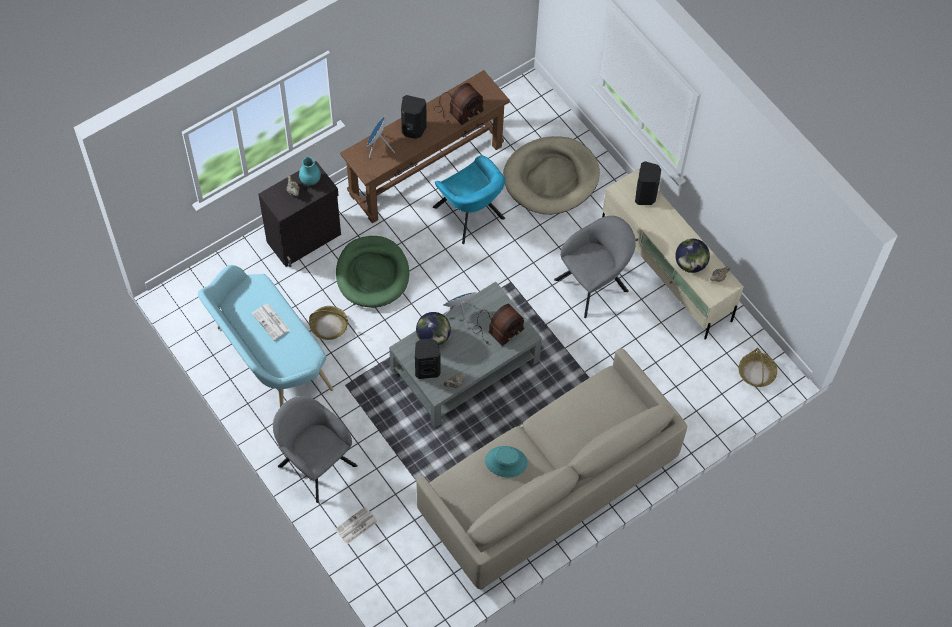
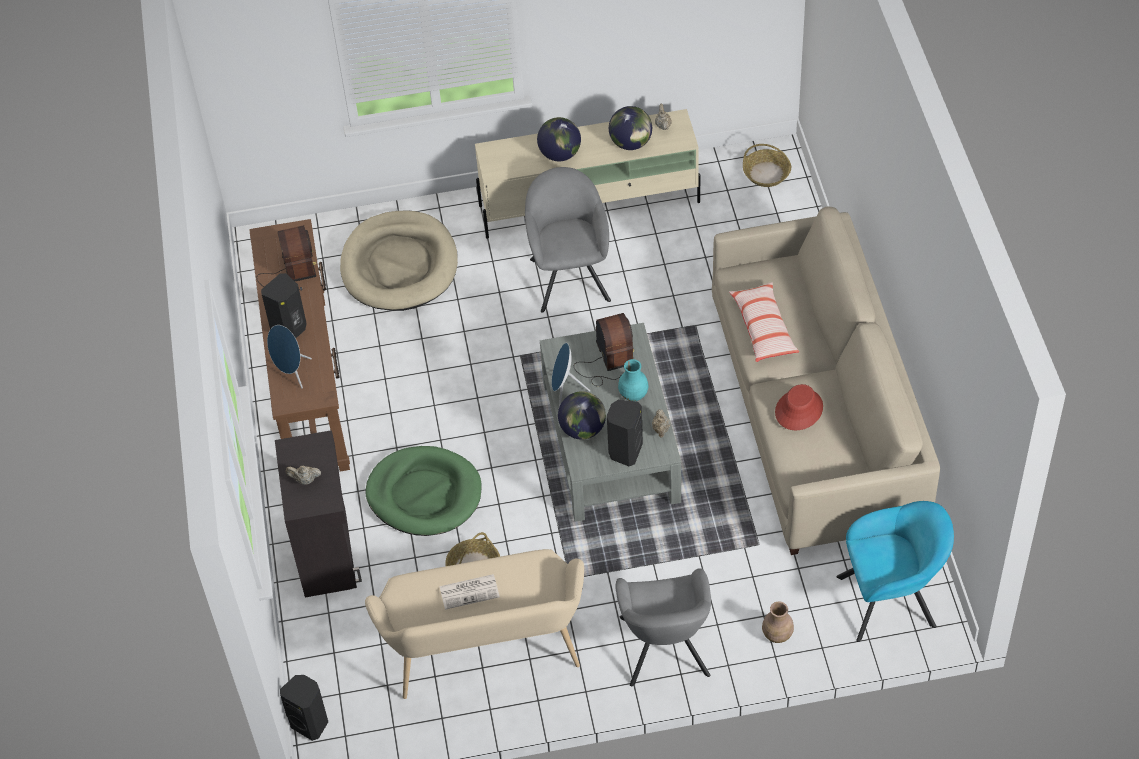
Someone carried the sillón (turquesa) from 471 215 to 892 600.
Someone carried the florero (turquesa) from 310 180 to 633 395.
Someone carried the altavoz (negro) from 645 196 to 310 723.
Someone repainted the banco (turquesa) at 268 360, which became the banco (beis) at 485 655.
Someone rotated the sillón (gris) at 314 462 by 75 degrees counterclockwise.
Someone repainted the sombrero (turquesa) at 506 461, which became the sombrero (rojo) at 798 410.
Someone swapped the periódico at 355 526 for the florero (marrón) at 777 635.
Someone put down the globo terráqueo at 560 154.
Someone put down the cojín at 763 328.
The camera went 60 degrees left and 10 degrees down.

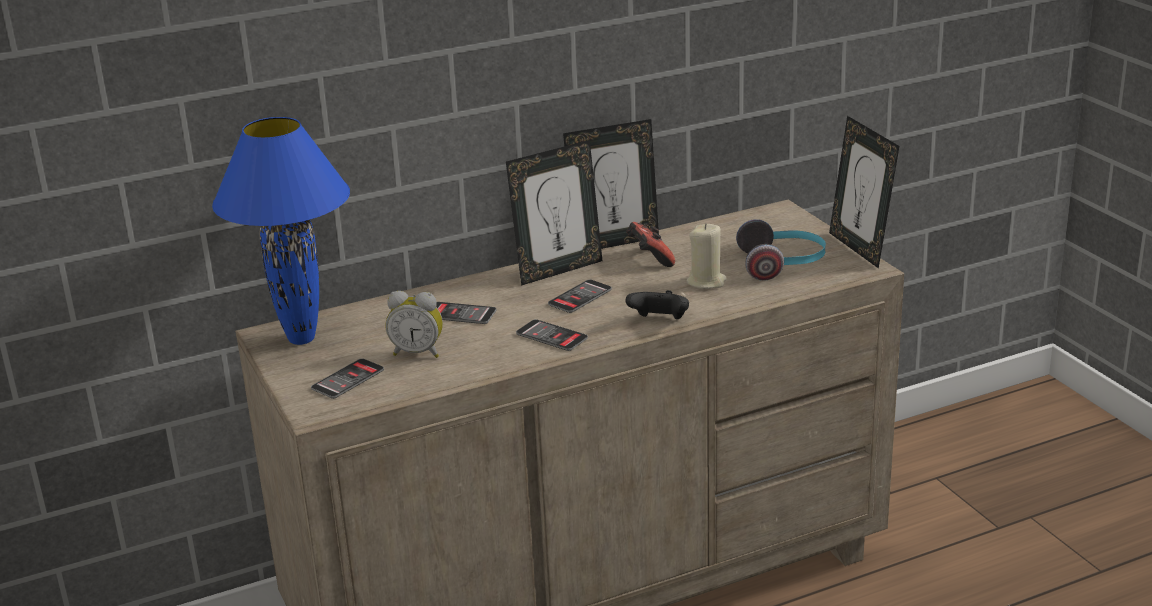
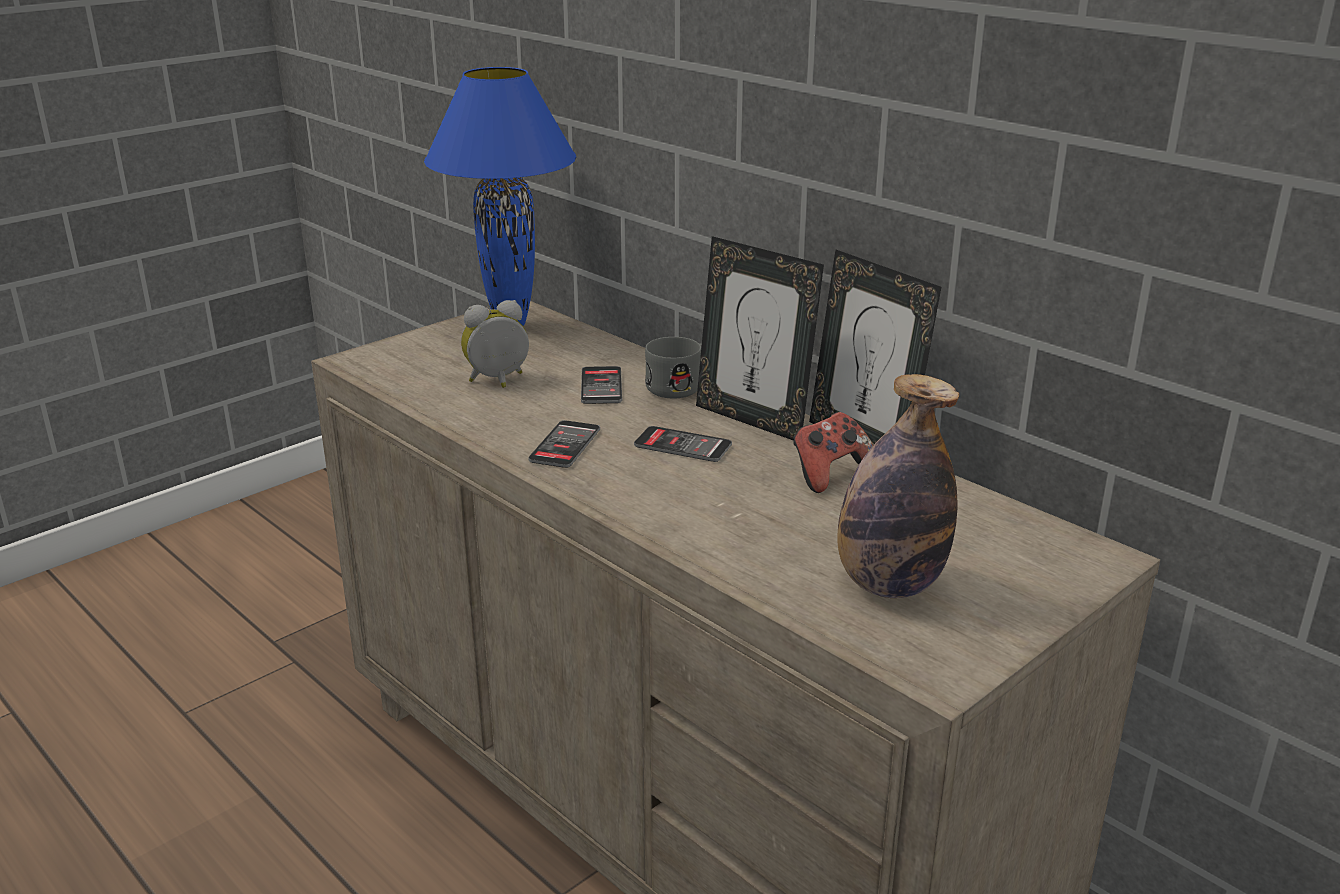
Someone took away the portarretratos at 859 248.
Someone swapped the auriculares at 782 265 for the botella at 889 584.
Someone took away the vela (beis) at 706 282.
Someone took away the mando de consola (negro) at 659 322.
Someone rotated the despertador at 418 352 by 75 degrees clockwise.
Someone took away the móvil at 348 379.
Someone put down the taza grande (gris) at 680 385.
The camera went 70 degrees right and 0 degrees up.

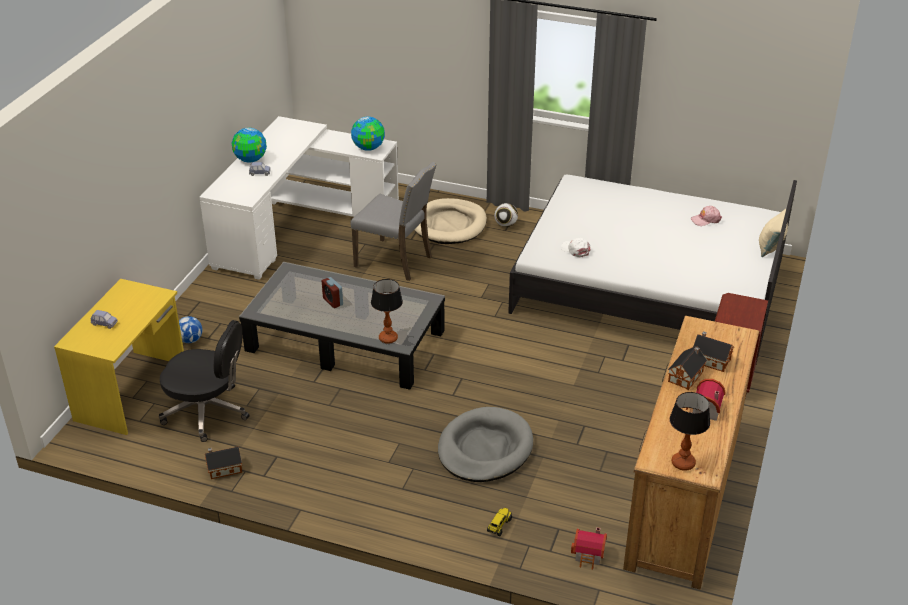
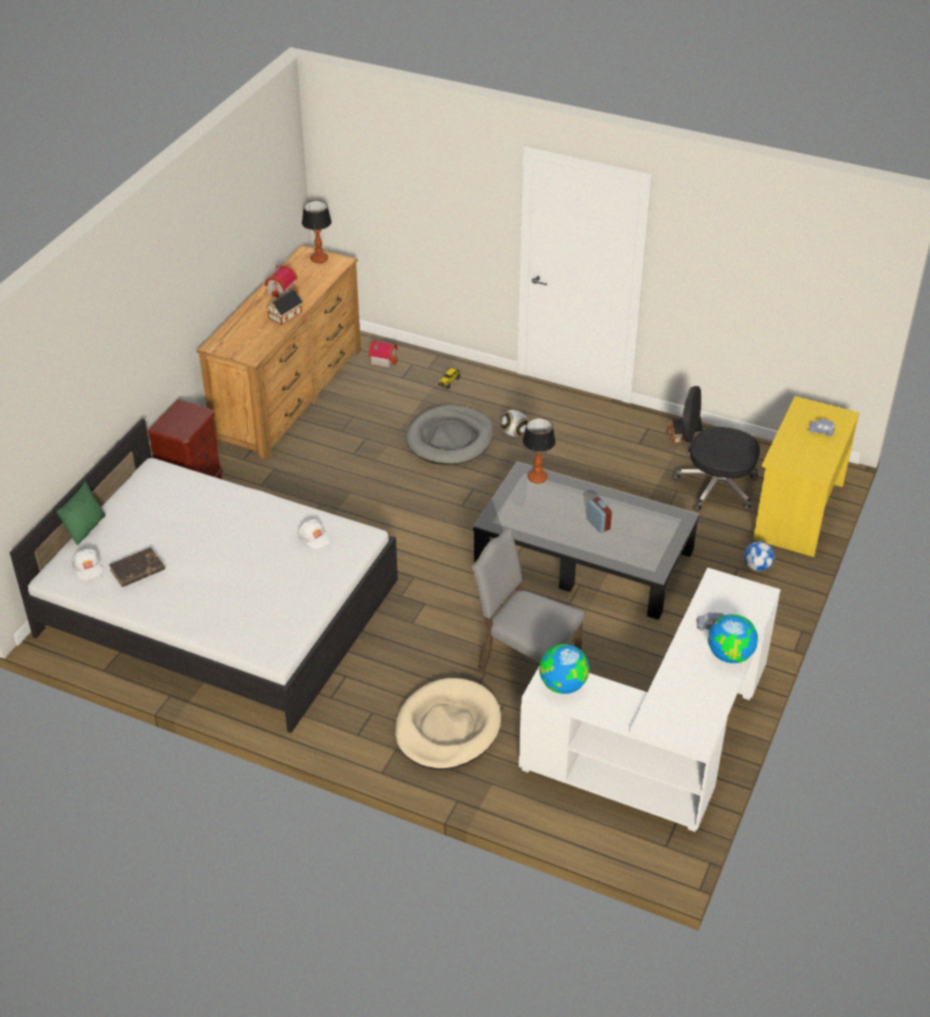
Someone carried the balón de fútbol from 505 224 to 514 433.
Someone swapped the gorra (rosa) at 706 219 for the libro (marrón) at 137 570.
Someone repainted the cojín (beis) at 770 247, which became the cojín (verde) at 85 528.
Someone took away the casita at 709 360.
Someone put down the gorra (blanco) at 88 568.
The camera went 175 degrees left and 5 degrees up.

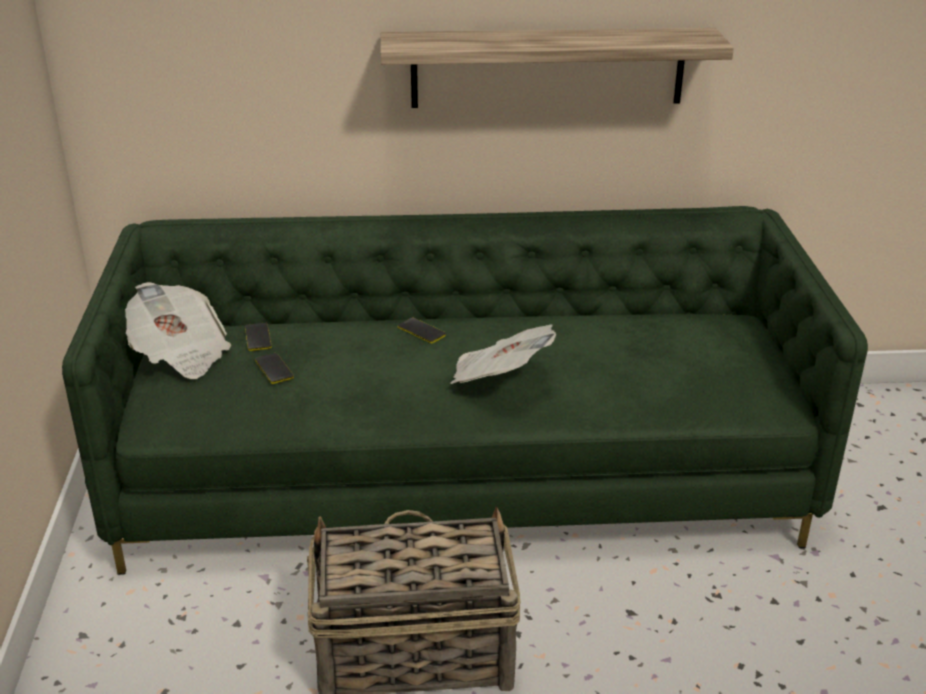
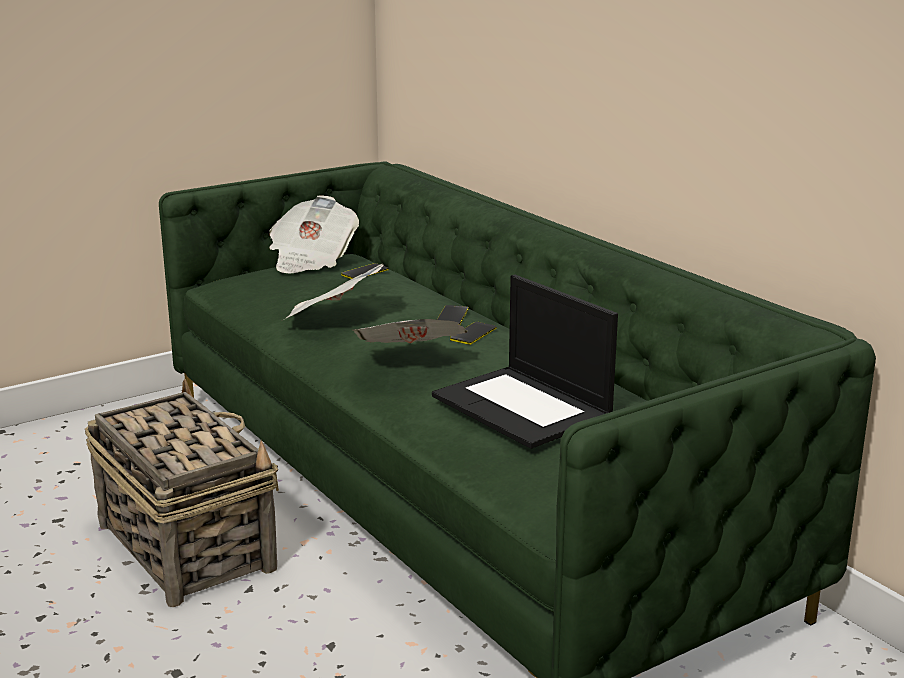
Someone took away the estante at 548 67.
Someone carried the móvil from 274 369 to 473 334.
Someone put down the periódico at 333 319.
Someone put down the portátil at 523 407.
The camera went 60 degrees right and 10 degrees down.

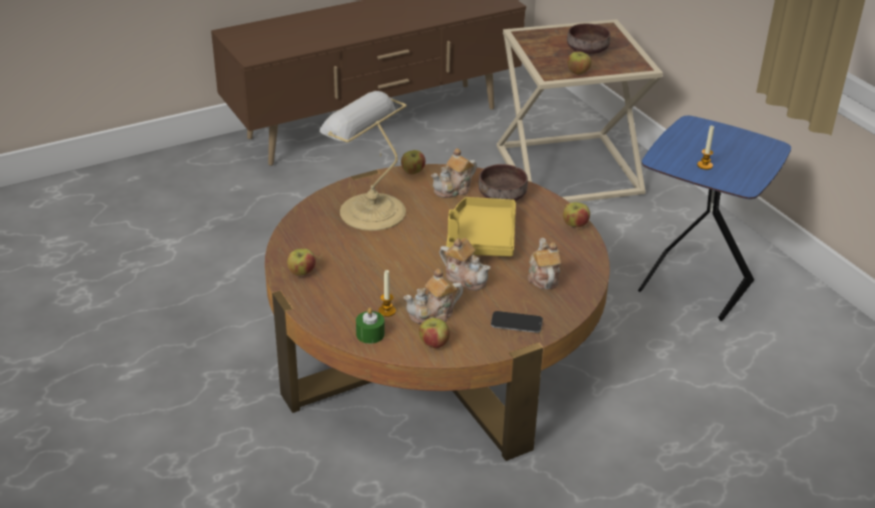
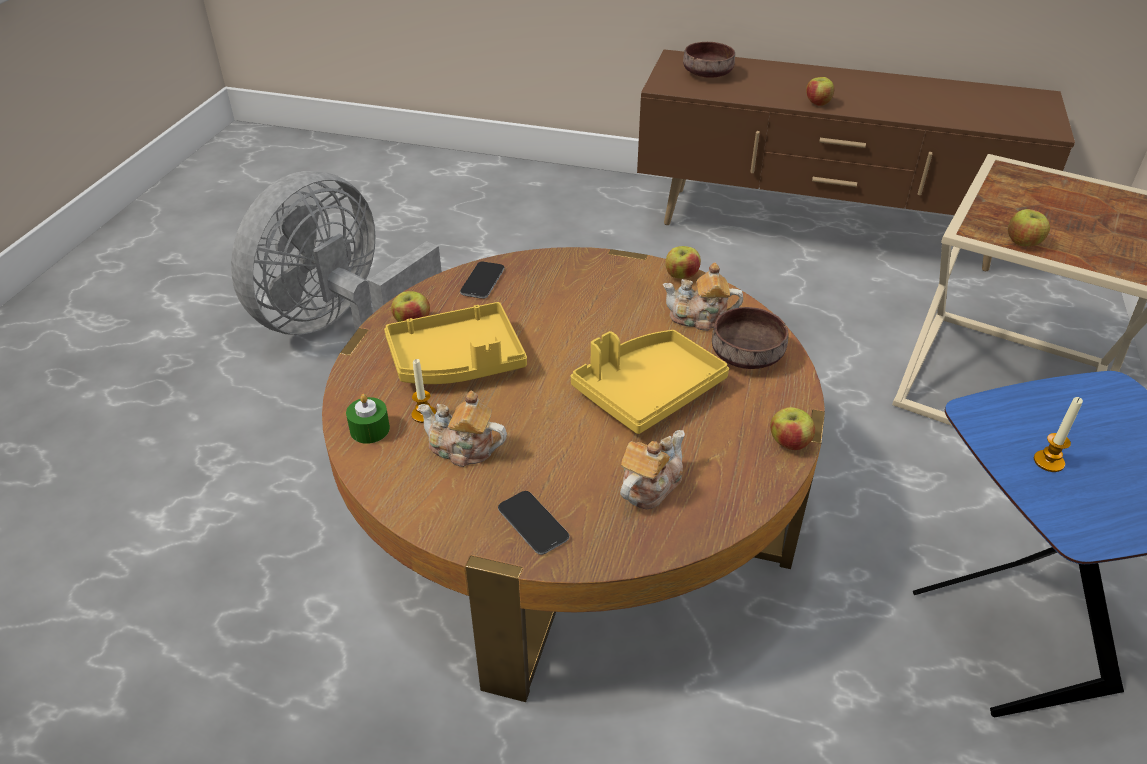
Someone carried the cuenco (marrón) from 587 49 to 708 73.
Someone took away the lámpara de mesa at 369 210.
Someone took away the tetera at 465 278.
Someone carried the manzana from 434 344 to 817 103.
Someone put down the ventilador (gris) at 341 325.
Someone put down the móvil at 482 281.
Someone put down the bandeja (amarillo) at 457 361.
The camera went 45 degrees right and 5 degrees up.

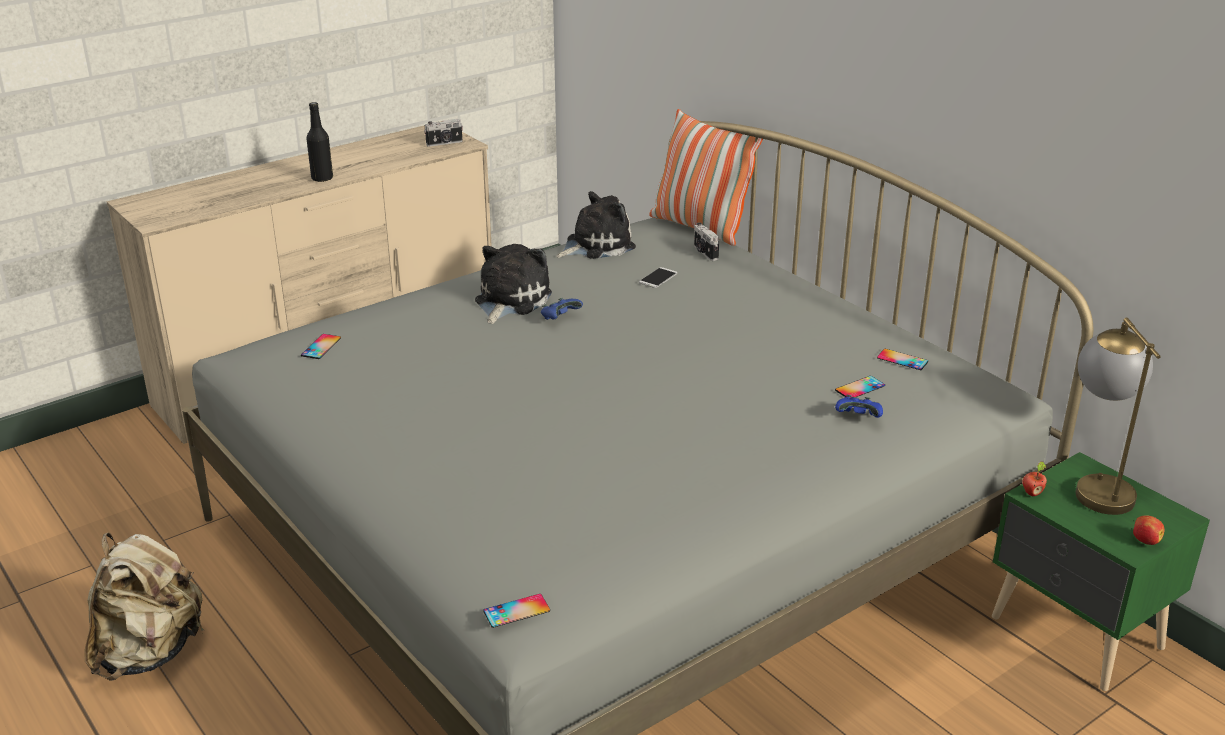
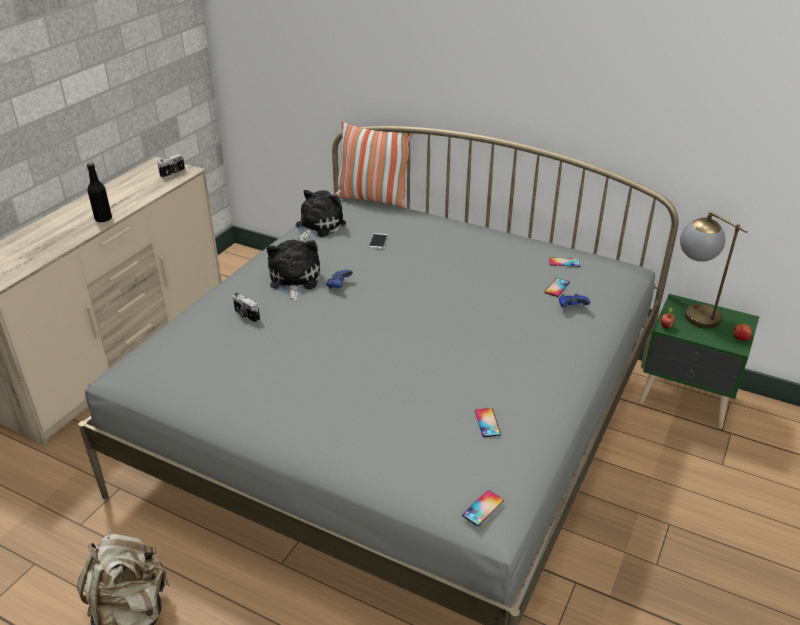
Someone carried the cámara from 704 253 to 246 316.
Someone carried the móvil from 321 347 to 487 422.
The camera went 25 degrees left and 5 degrees up.

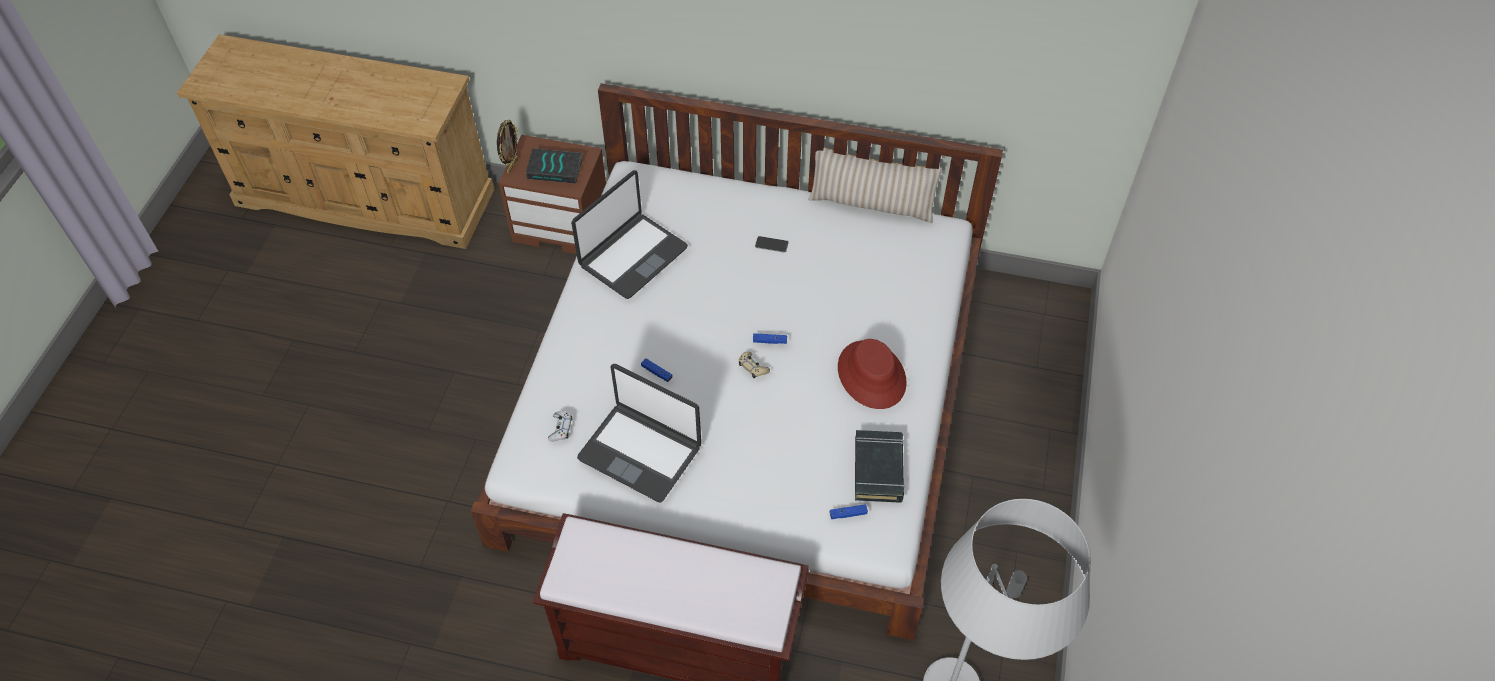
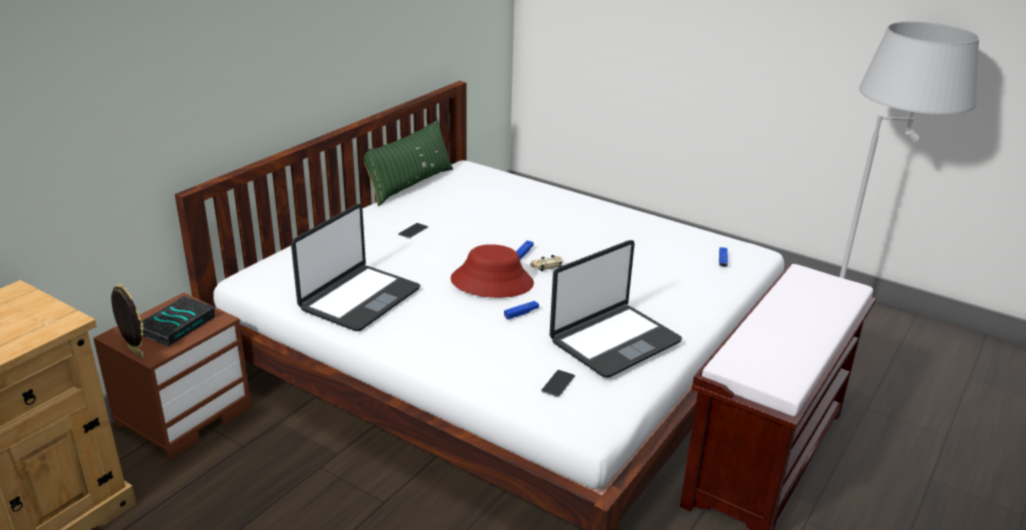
Someone repainted the cojín (beis) at 871 204, which became the cojín (verde) at 410 184.
Someone rotated the portátil at 632 256 by 60 degrees clockwise.
Someone carried the sombrero (rojo) from 872 375 to 492 282.
Someone swapped the mando de consola (blanco) at 560 428 for the móvil at 558 383.
Someone took away the libro (negro) at 878 469.
The camera went 70 degrees left and 25 degrees down.

